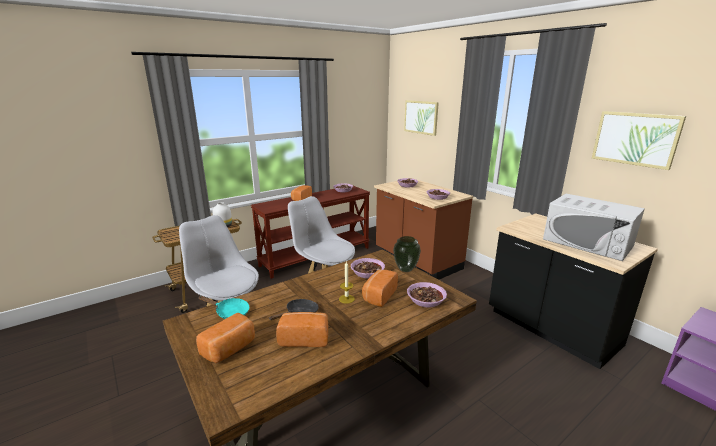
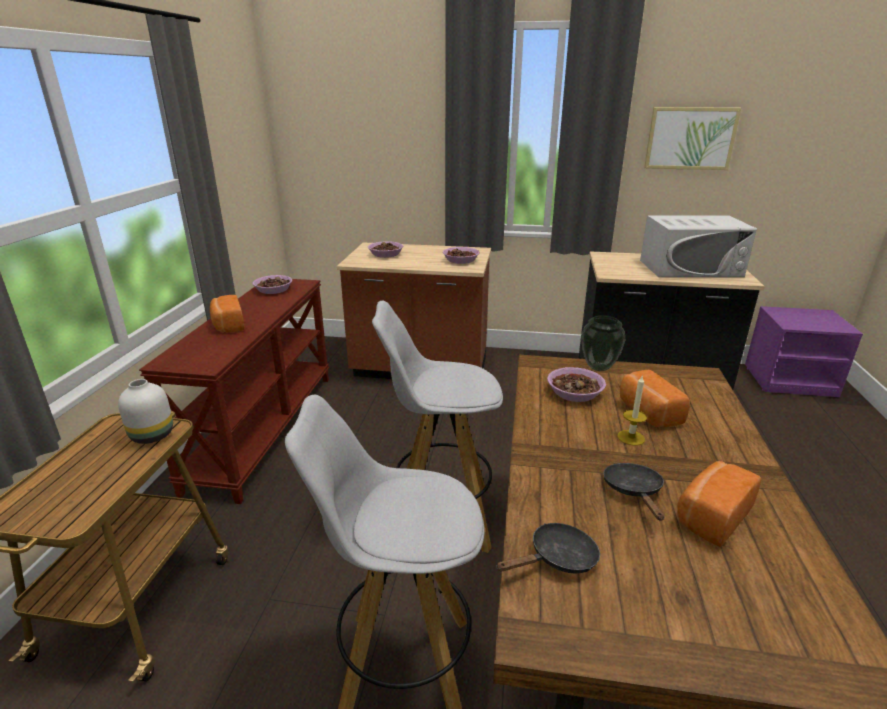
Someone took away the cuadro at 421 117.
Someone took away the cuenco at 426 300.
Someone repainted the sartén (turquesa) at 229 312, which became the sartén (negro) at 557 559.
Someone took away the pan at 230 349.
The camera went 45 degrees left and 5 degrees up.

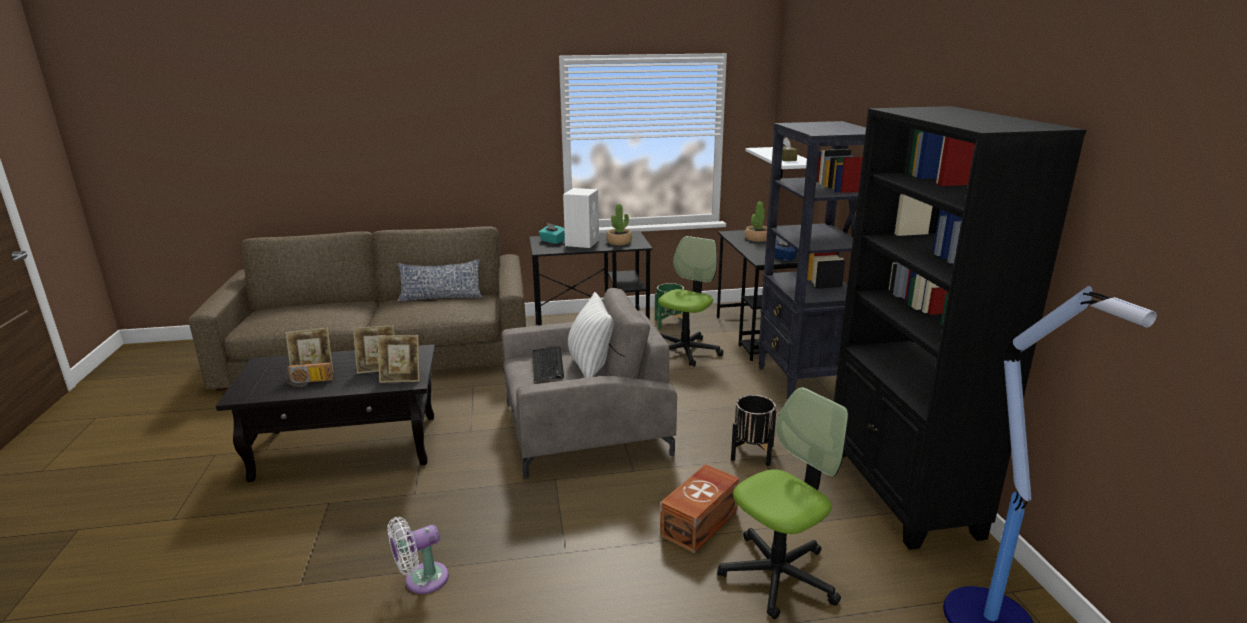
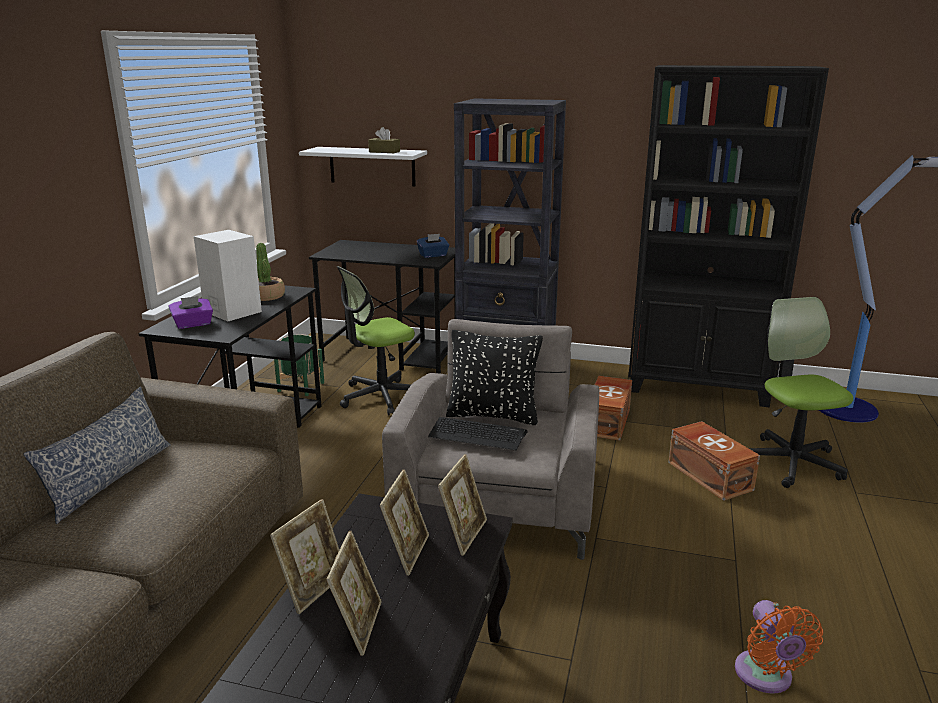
Someone took away the planta en maceta at 757 239.
Someone repainted the caja de pañuelos (turquesa) at 552 241, which became the caja de pañuelos (morado) at 193 324.
Someone rotated the silla de oficina at 685 351 by 90 degrees counterclockwise.
Someone repainted the cojín (blanco) at 591 366, which became the cojín (negro) at 493 415.
Someone took away the radio at 309 383.
Someone swapped the maceta (negro) at 752 452 for the caja de almacenaje (marrón) at 609 422.
Someone repainted the ventilador (blanco) at 422 580, which became the ventilador (naranja) at 766 677.
Someone put down the portarretratos at 313 588.
The camera went 65 degrees left and 0 degrees up.

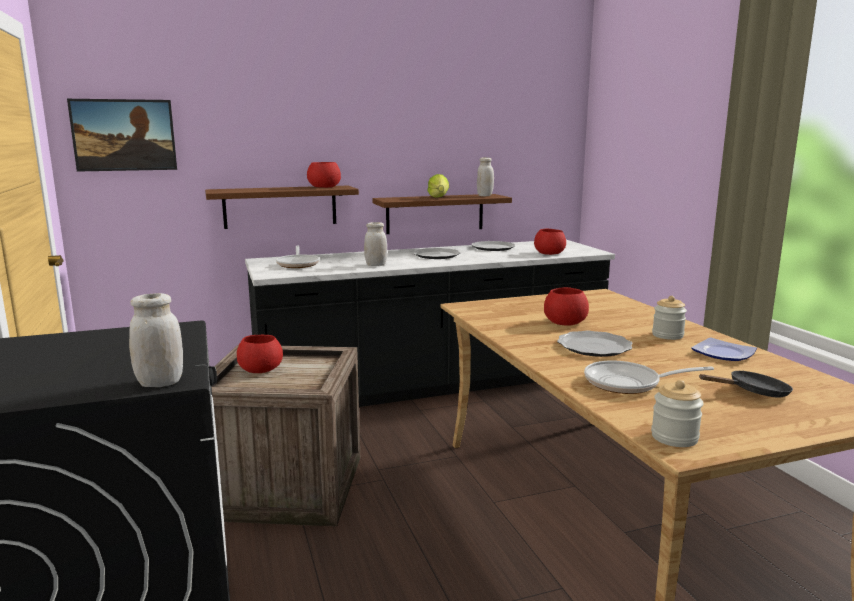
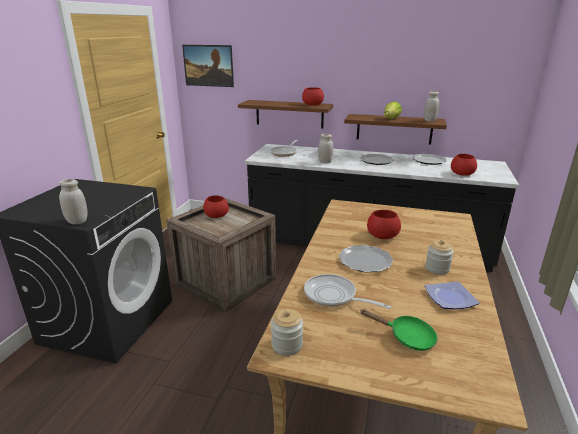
Someone repainted the sartén (negro) at 753 392, which became the sartén (verde) at 407 337.
The camera went 35 degrees right and 10 degrees up.

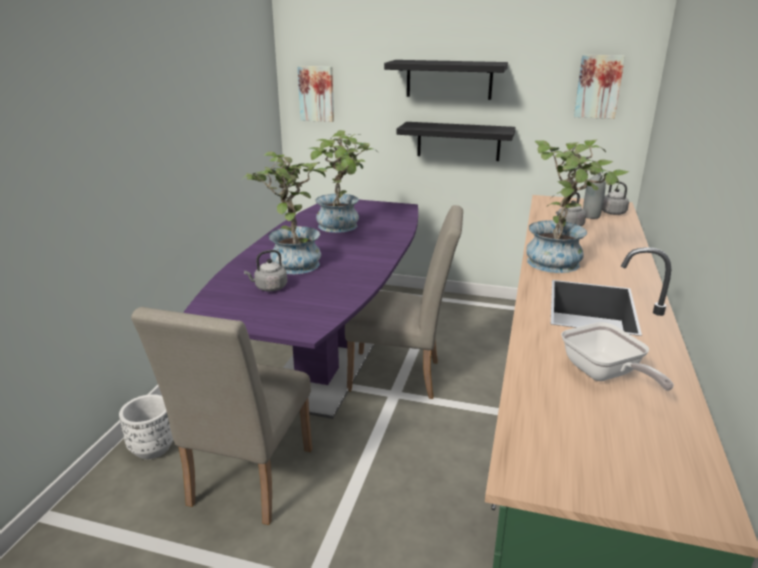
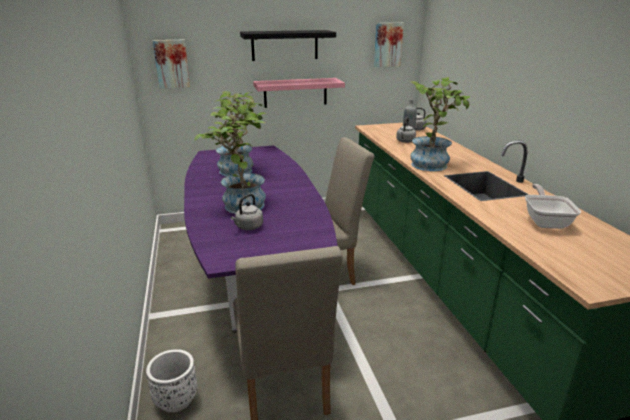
Someone repainted the estante (negro) at 458 141, which became the estante (rosa) at 295 92.
Someone rotated the sartén at 604 375 by 120 degrees counterclockwise.
The camera went 30 degrees left and 0 degrees up.

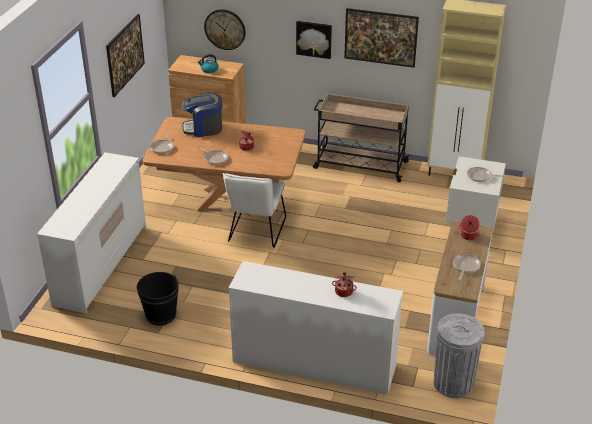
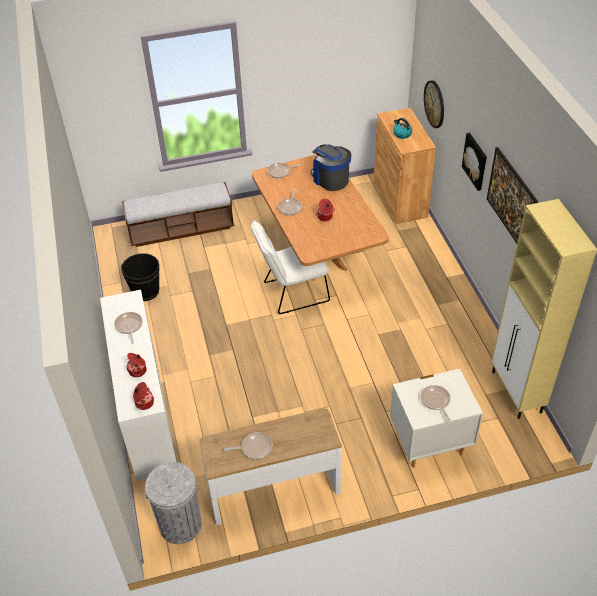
Someone took away the cuadro at 126 67.
Someone took away the carrito (beis) at 359 165.
Someone swapped the cómoda (blanco) at 101 264 for the banco at 181 229.
Someone carried the olla from 468 236 to 144 403.
Someone put down the sartén at 129 326.
The camera went 60 degrees right and 10 degrees up.

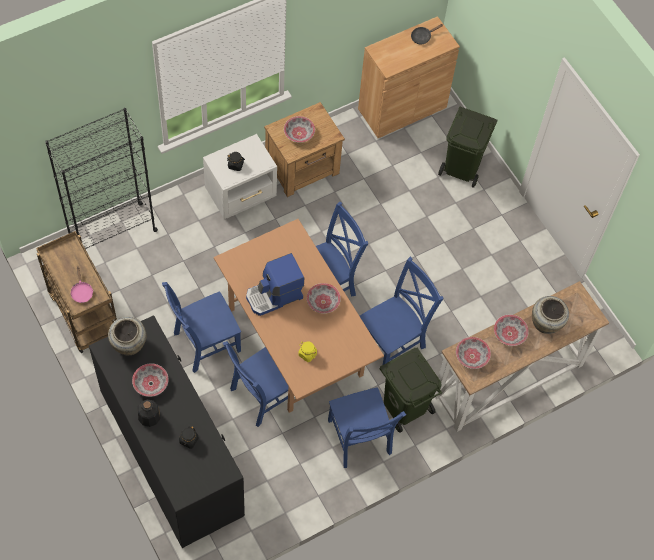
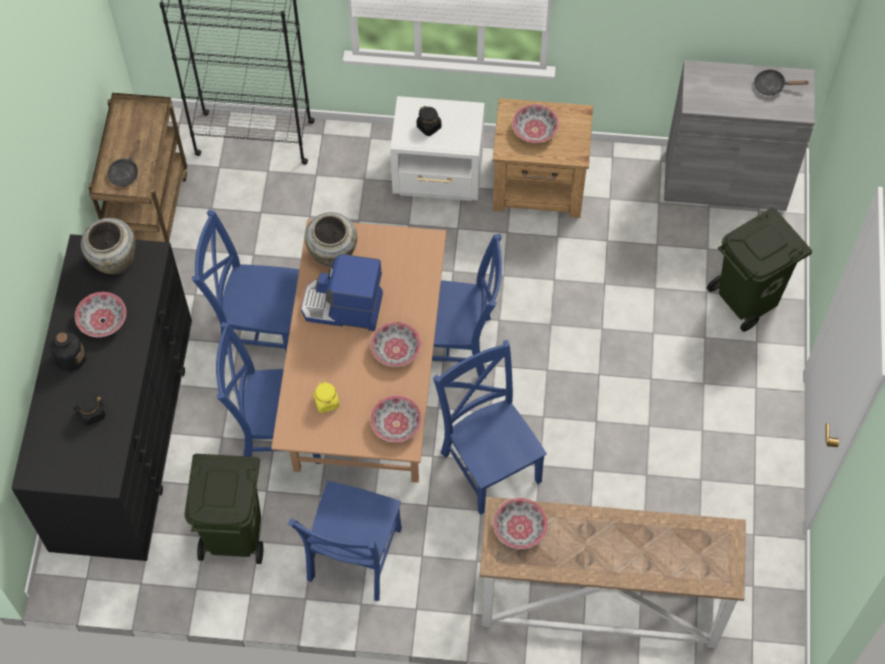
Someone repainted the armario (marrón) at 402 108, which became the armario (gris) at 725 180.
Someone rotated the silla (azul) at 393 340 by 120 degrees counterclockwise.
Someone repainted the sartén (rosa) at 81 291, which became the sartén (negro) at 125 172.
Someone carried the florero (beis) from 546 324 to 332 255.
Someone carried the cuenco from 509 334 to 395 424.
Someone carried the papelera (verde) from 405 406 to 235 533.
The camera went 40 degrees right and 0 degrees up.

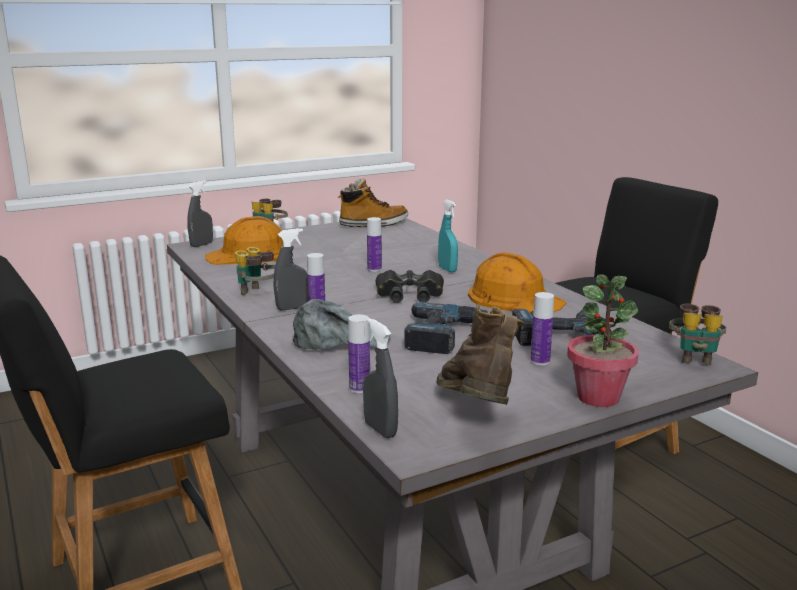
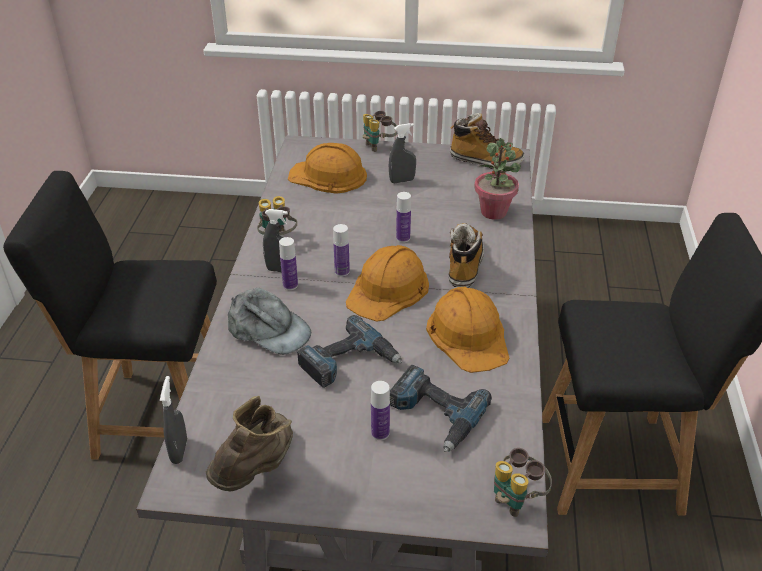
Someone carried the pulverizador (gris) from 201 245 to 402 181.
Someone swapped the pulverizador (turquesa) at 447 269 for the bota at 464 264.
Someone swapped the prismáticos (negro) at 409 294 for the casco (naranja) at 388 289.
Someone carried the planta en maceta from 598 397 to 494 212.
Someone carried the botella from 359 388 to 342 272.
The camera went 35 degrees right and 20 degrees up.

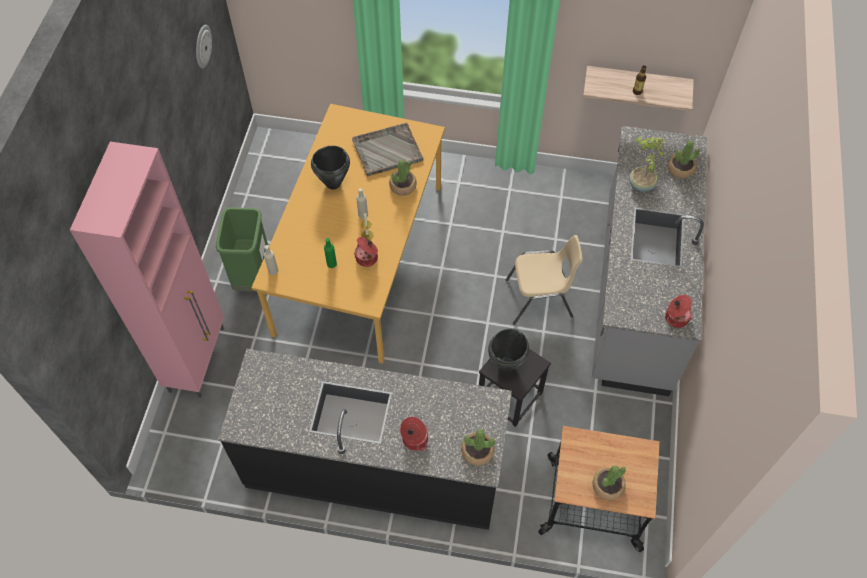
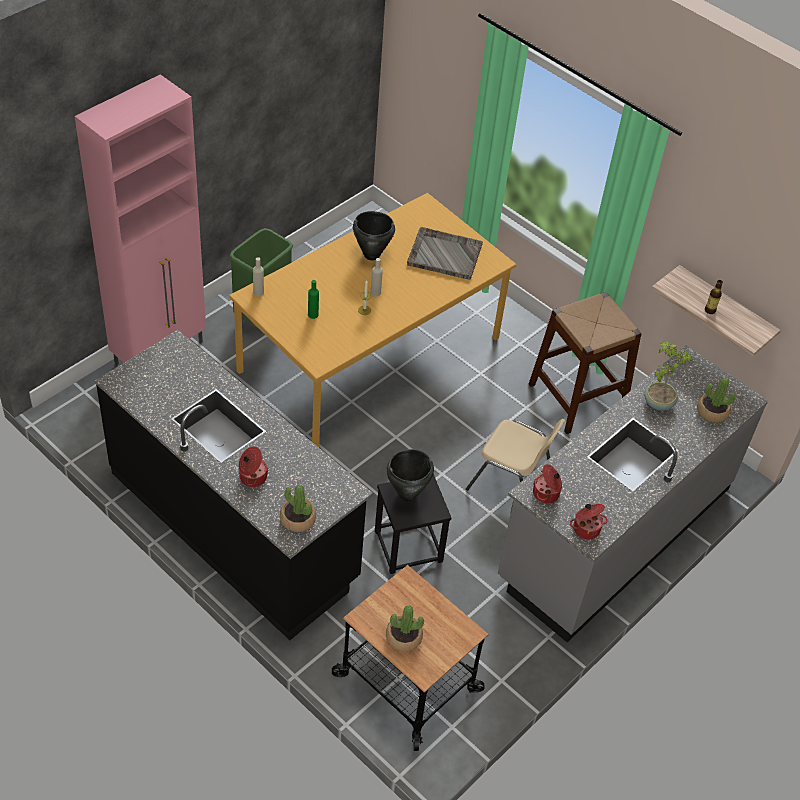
Someone took away the reloj de pared at 202 46.
Someone took away the planta en maceta at 403 186.
Someone carried the olla from 367 258 to 546 494.
Someone put down the taburete (marrón) at 577 397.
The camera went 30 degrees right and 10 degrees down.

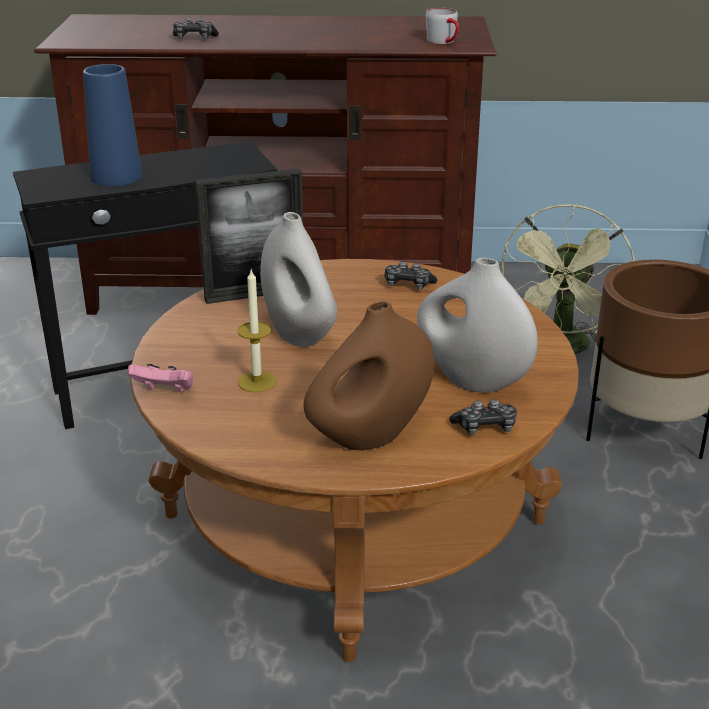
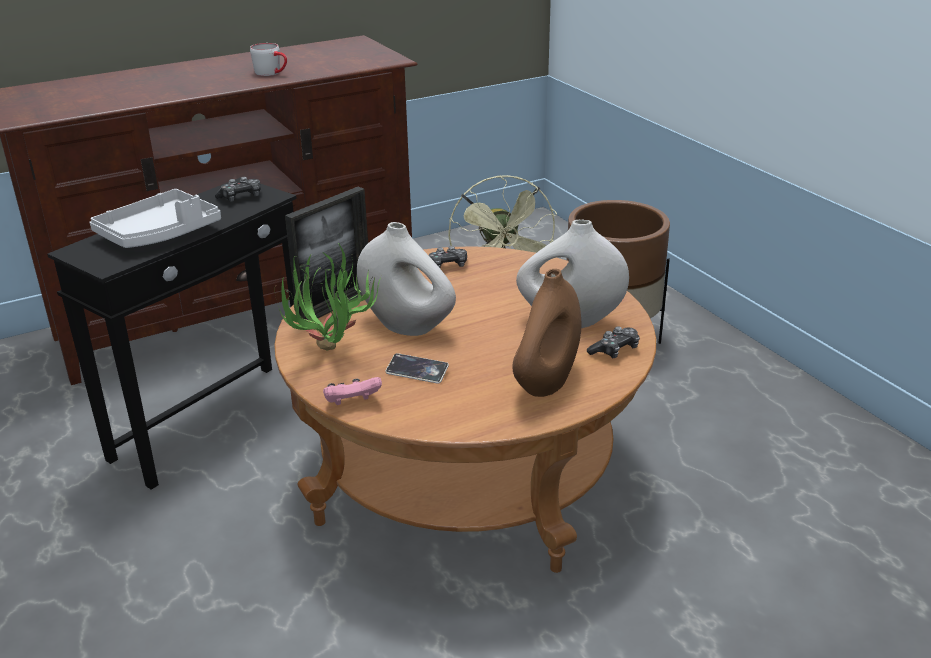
Someone carried the taza grande (gris) from 444 42 to 272 73.
Someone carried the mando de consola from 194 38 to 241 197.
Someone swapped the florero (azul) at 116 177 for the bandeja (gris) at 160 234.
Someone swapped the vela at 257 382 for the móvil at 417 372.
Someone put down the planta en maceta at 332 355.
The camera went 30 degrees left and 0 degrees up.

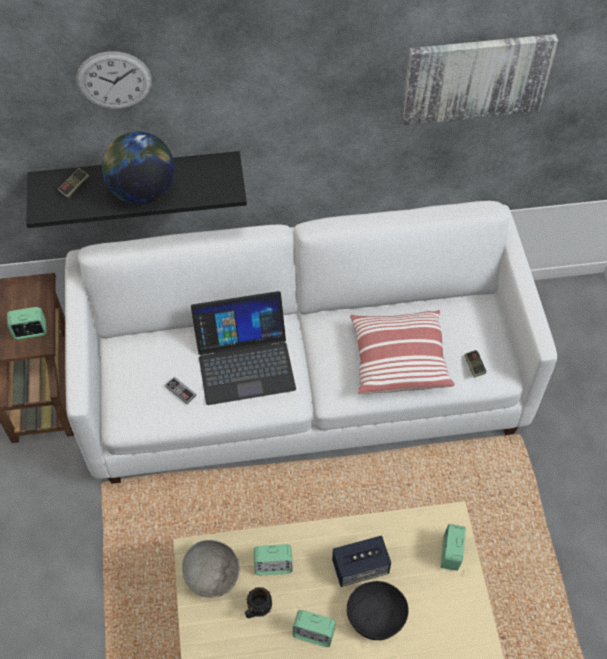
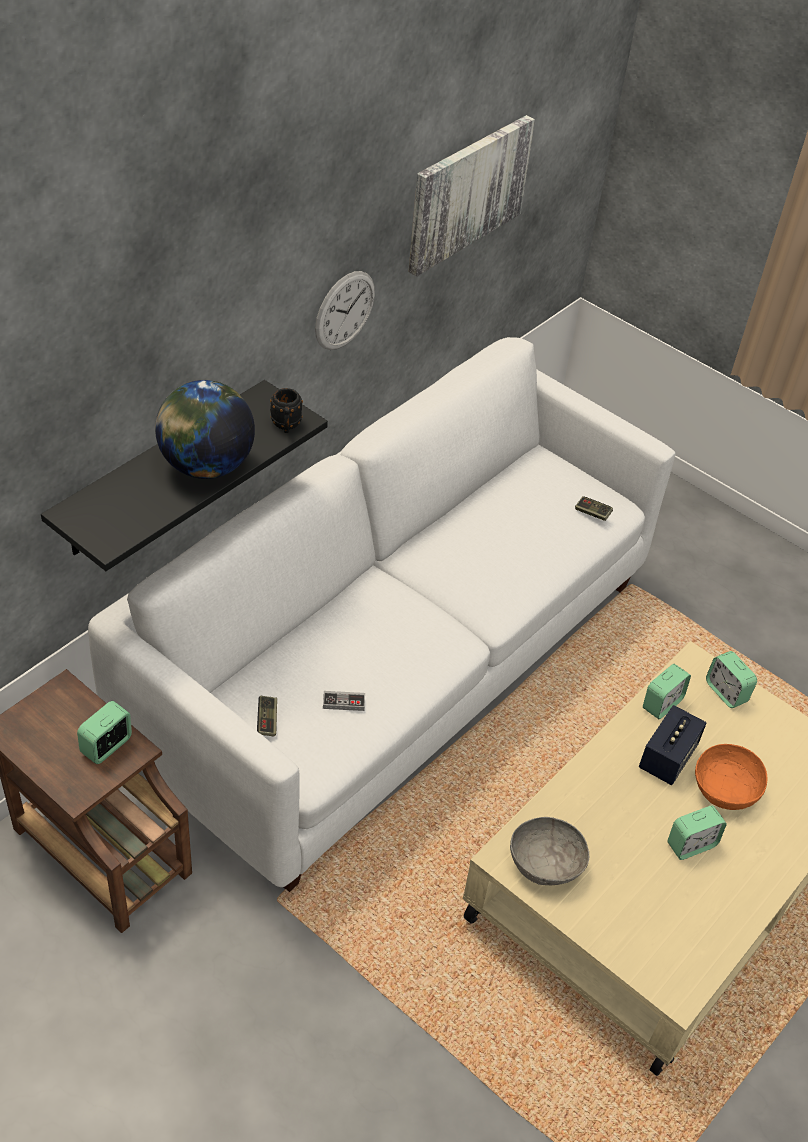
Someone carried the reloj de pared from 114 80 to 345 310.
Someone carried the mando de consola from 74 187 to 267 720.
Someone took away the portátil at 245 361.
Someone took away the cojín at 398 360.
Someone carried the despertador from 273 566 to 662 704.
Someone repainted the cuenco (negro) at 375 616, which became the cuenco (naranja) at 725 789.
Someone carried the taza grande (negro) from 257 610 to 286 426.
The camera went 45 degrees left and 10 degrees down.

